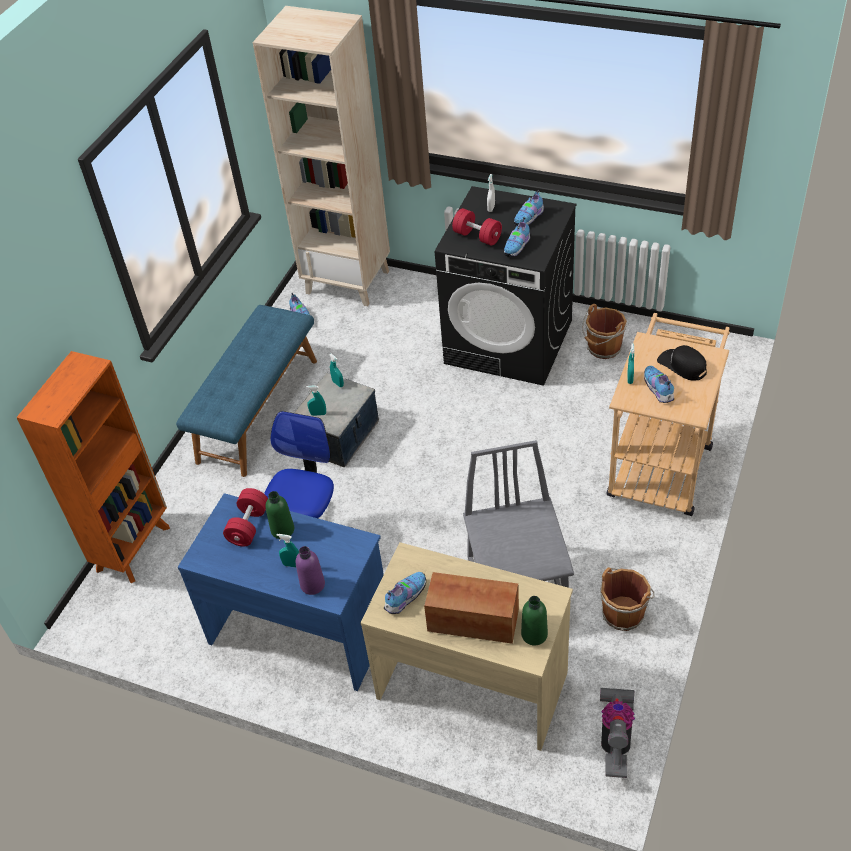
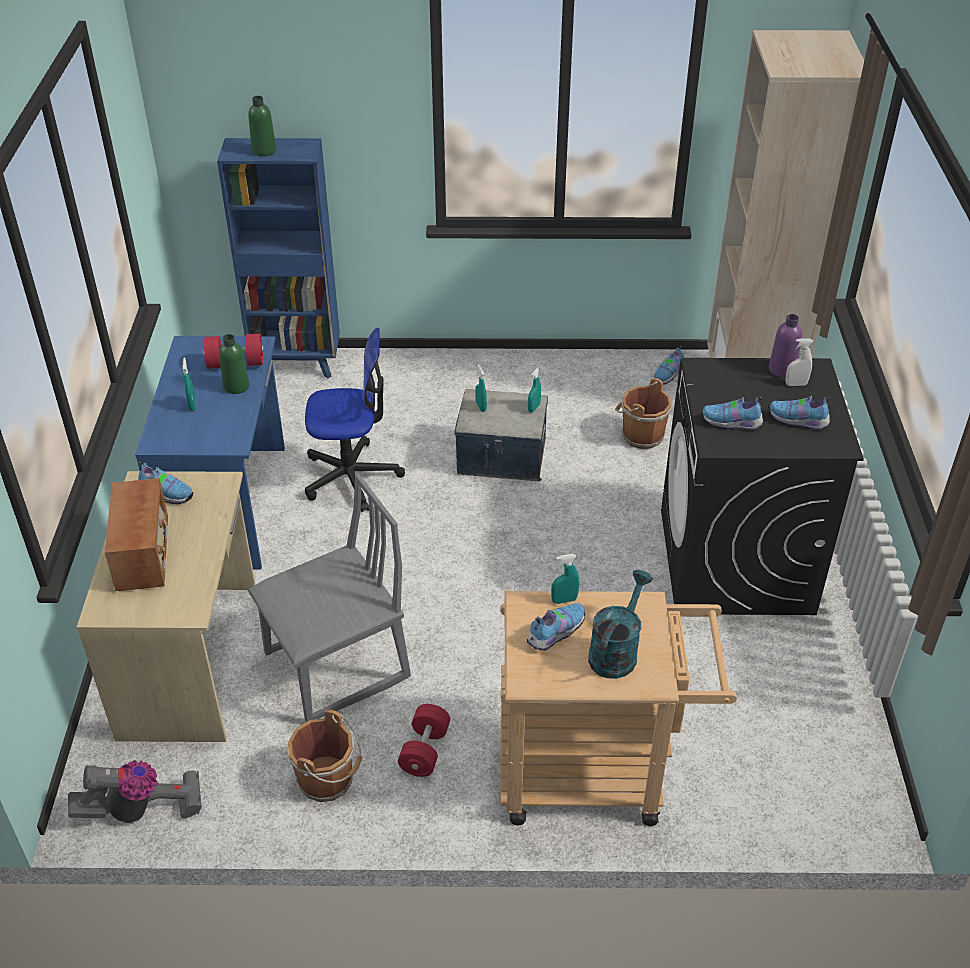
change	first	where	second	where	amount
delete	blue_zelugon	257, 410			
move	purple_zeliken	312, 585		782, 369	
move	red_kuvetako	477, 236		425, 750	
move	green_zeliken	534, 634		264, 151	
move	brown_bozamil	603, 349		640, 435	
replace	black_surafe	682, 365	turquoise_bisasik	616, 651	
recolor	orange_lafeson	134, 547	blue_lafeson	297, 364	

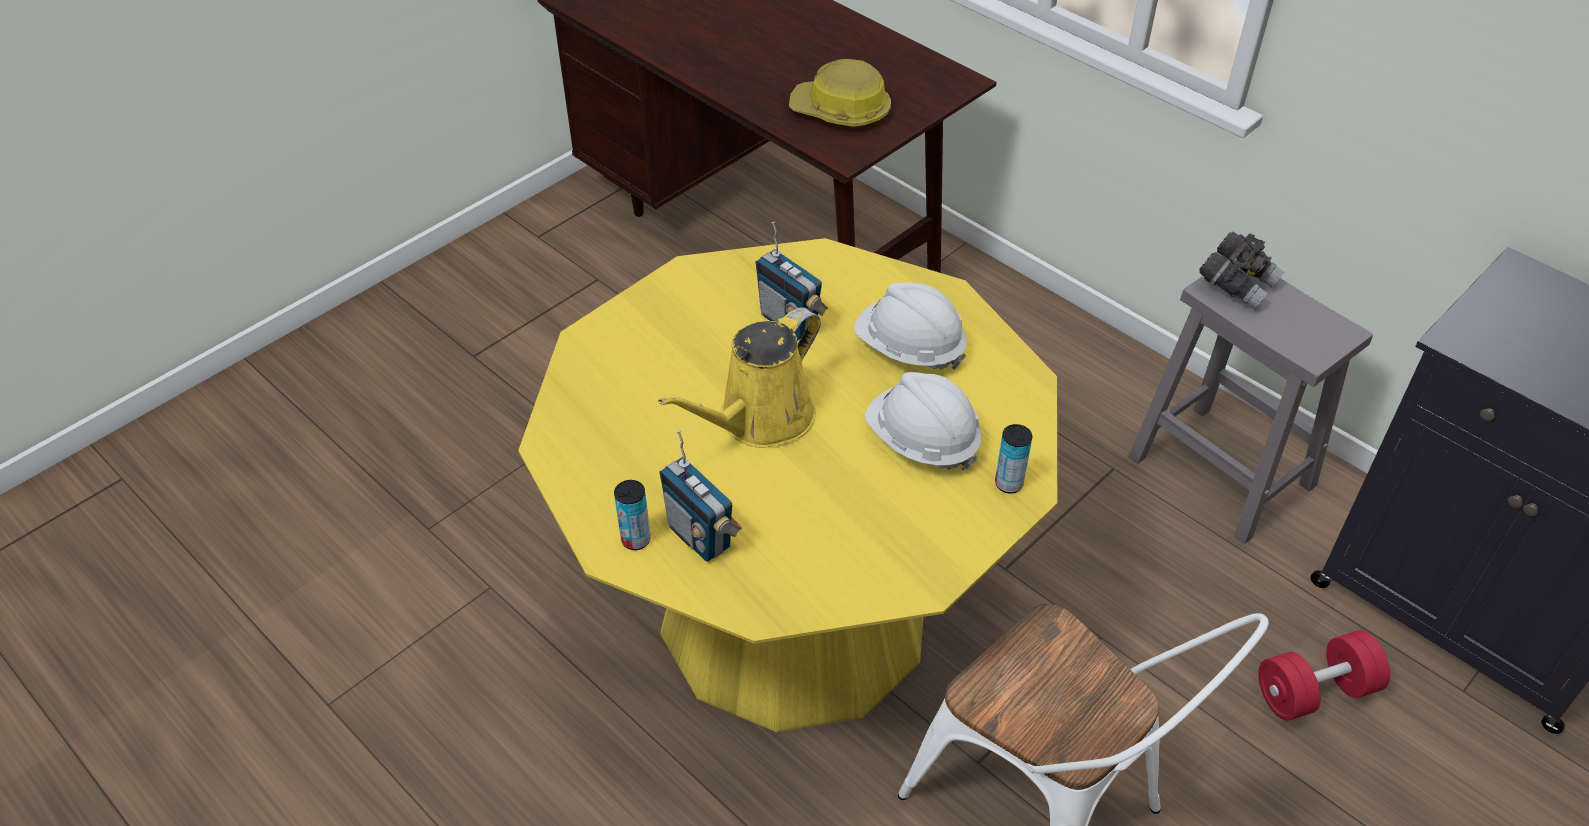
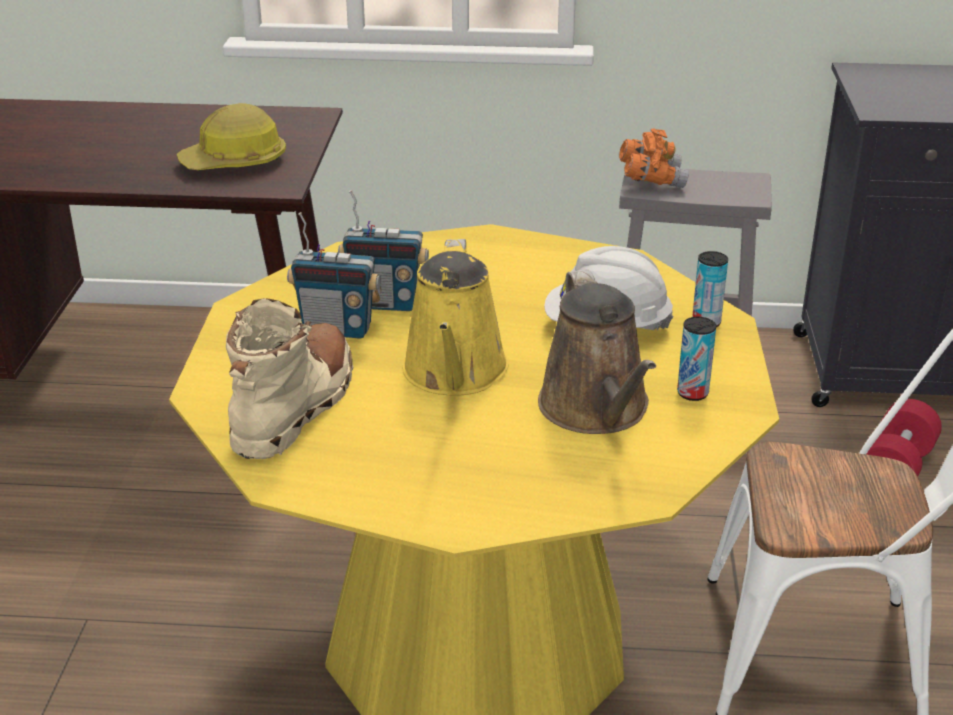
change	first	where	second	where	amount
delete	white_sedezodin	909, 349			
insert			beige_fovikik	295, 406	
insert			brown_bisasik	597, 410	
move	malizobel	636, 539		692, 393	
move	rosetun	700, 536		337, 329	
recolor	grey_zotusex	1237, 284	orange_zotusex	651, 179	

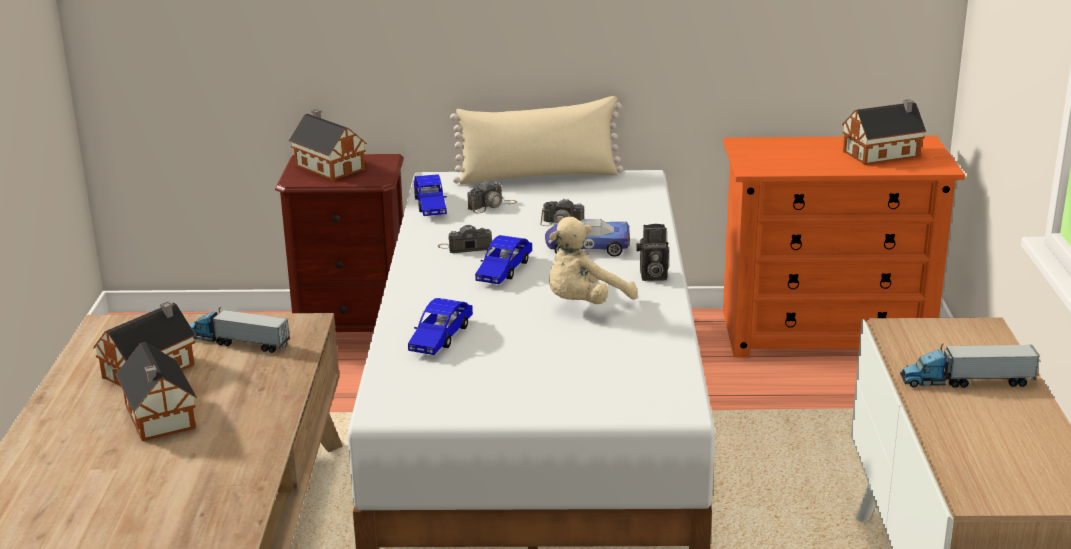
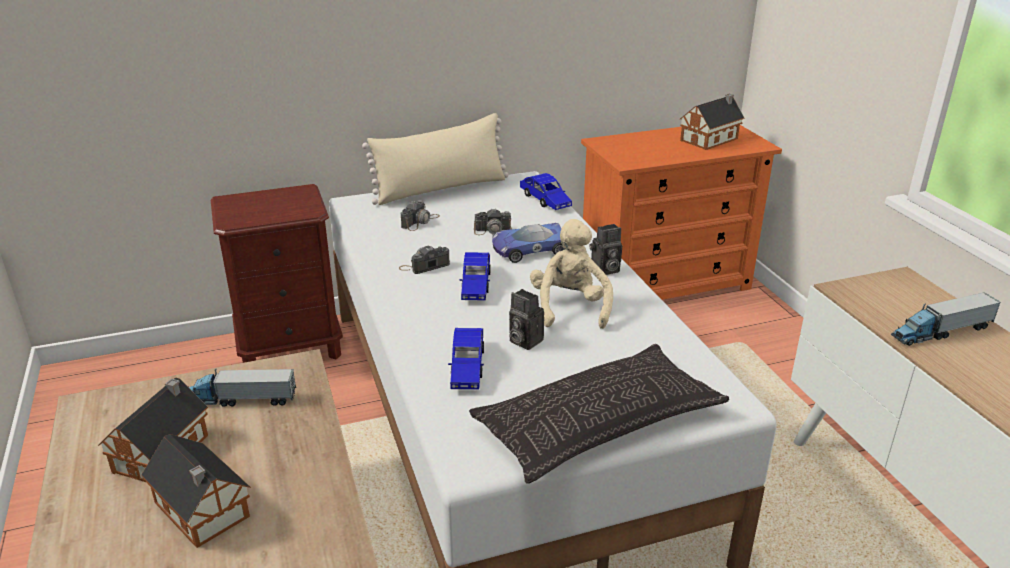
change	first	where	second	where	amount
delete	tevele	328, 167			
insert			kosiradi	598, 422	
insert			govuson	523, 340	
move	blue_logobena	430, 205		545, 200	
rotate	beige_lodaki	584, 304		570, 307	150 degrees clockwise

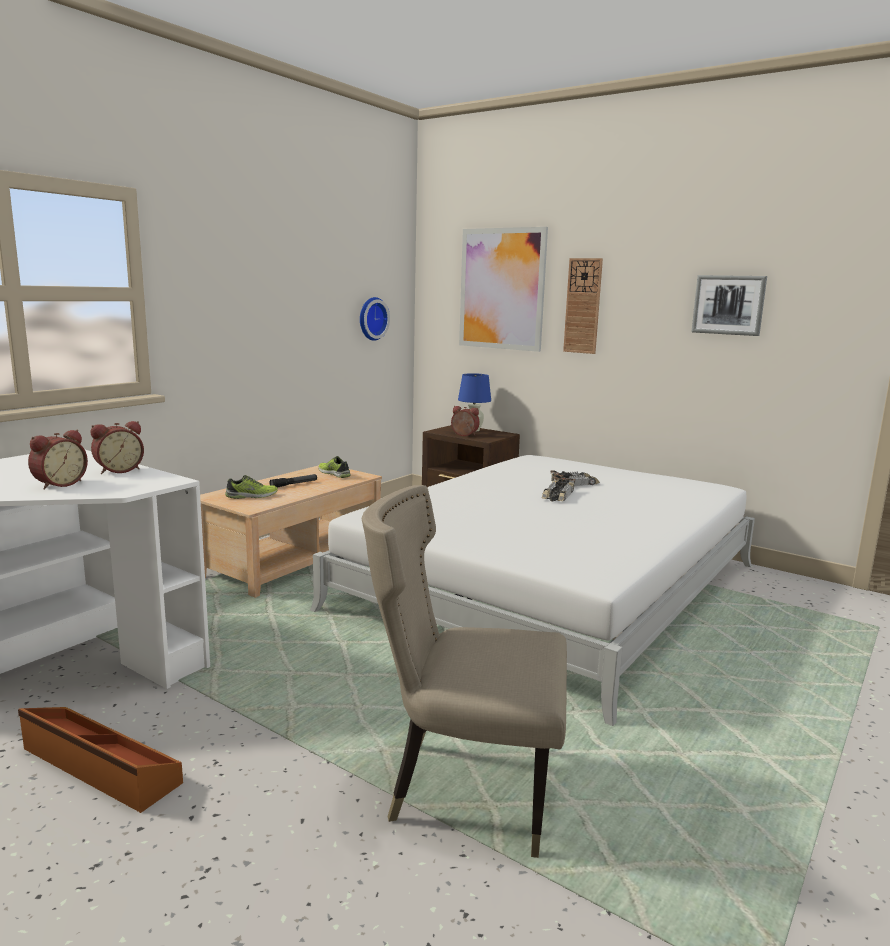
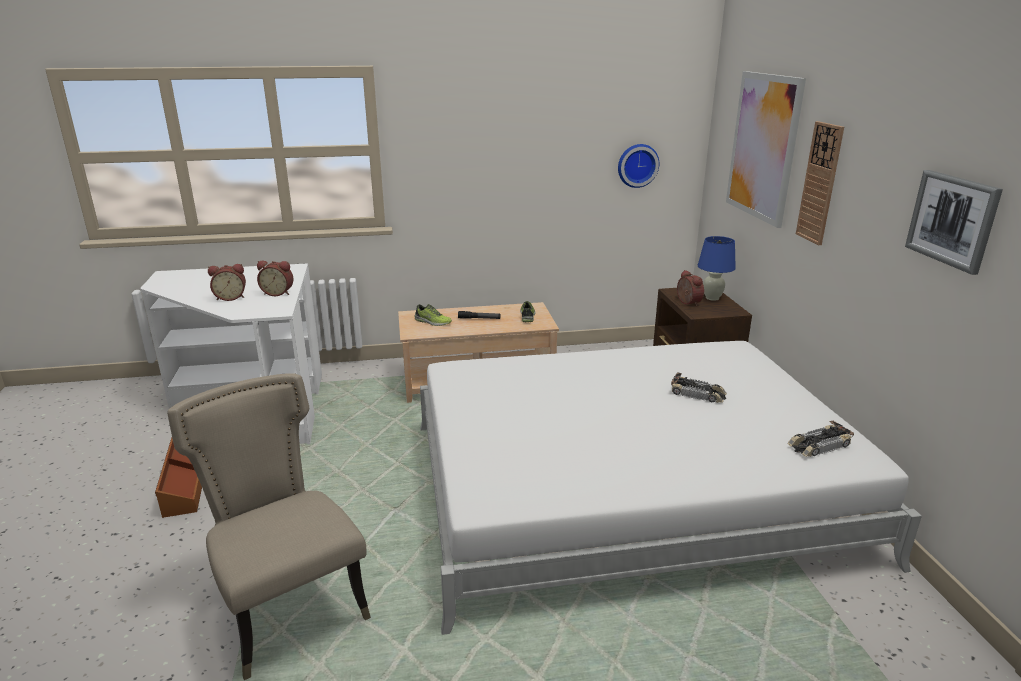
change	first	where	second	where	amount
move	logobena	557, 495		818, 445	

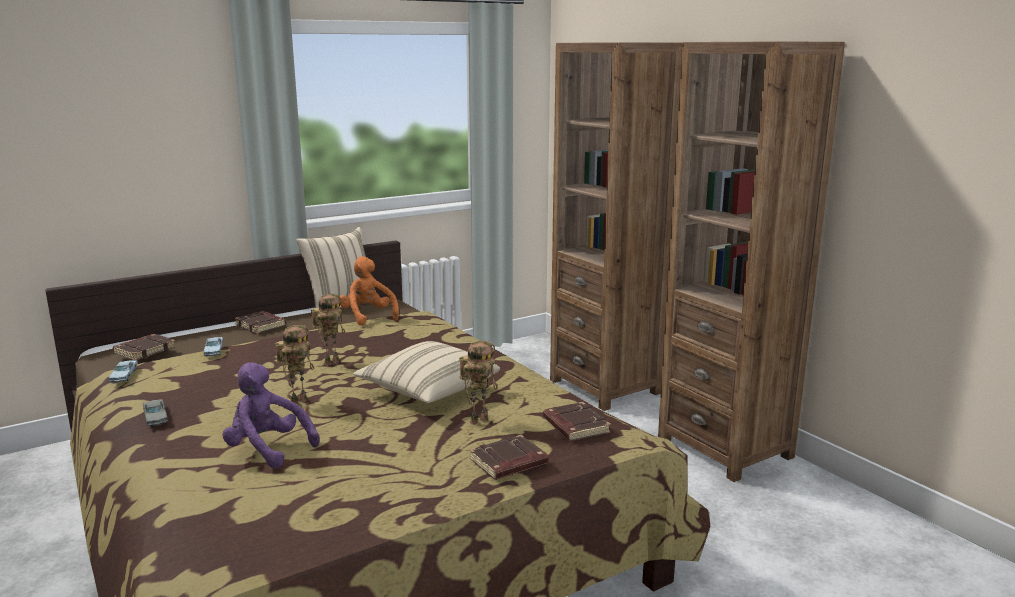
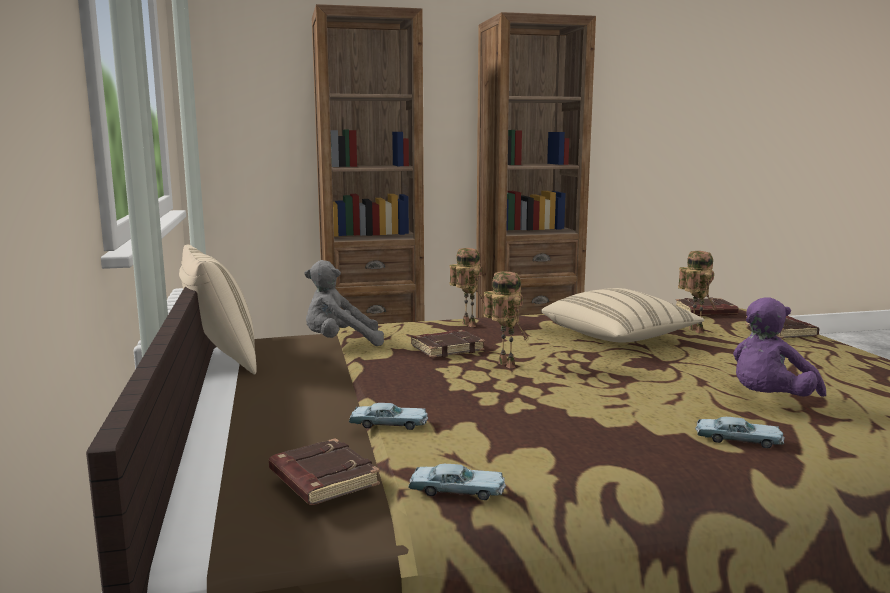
change	first	where	second	where	amount
delete	grey_logobena	155, 417			
insert			blue_logobena	738, 440	
move	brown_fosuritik	261, 326		447, 348	
move	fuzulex	298, 401		466, 325	
recolor	orange_lodaki	368, 317	grey_lodaki	340, 343	

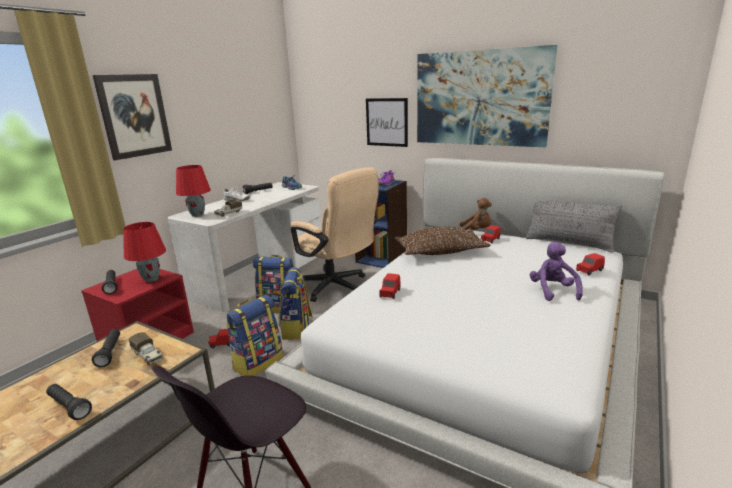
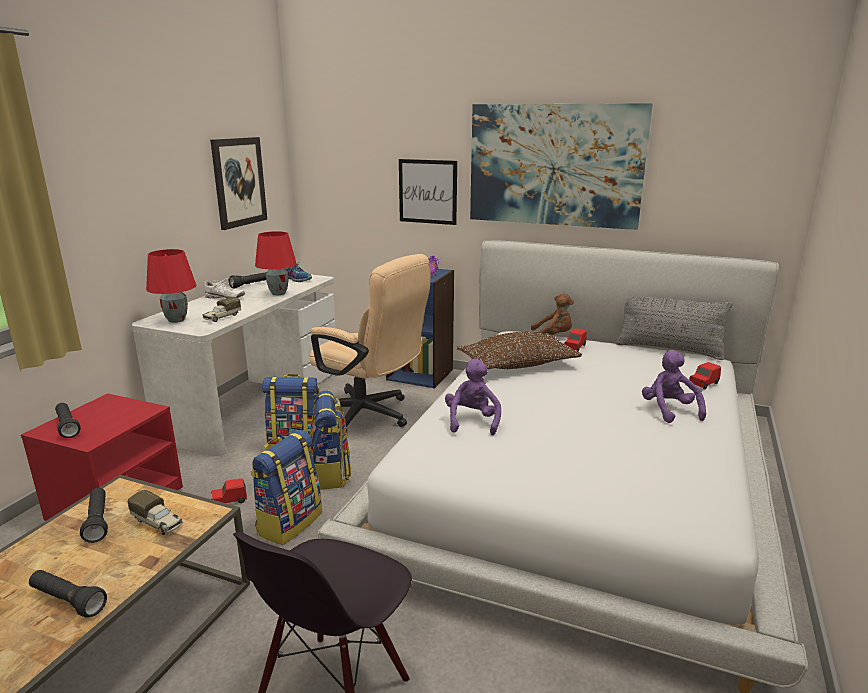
change	first	where	second	where	amount
move	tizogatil	134, 116		239, 182	
move	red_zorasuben	151, 279		278, 293	
replace	red_logobena	390, 293	purple_lodaki	472, 421	

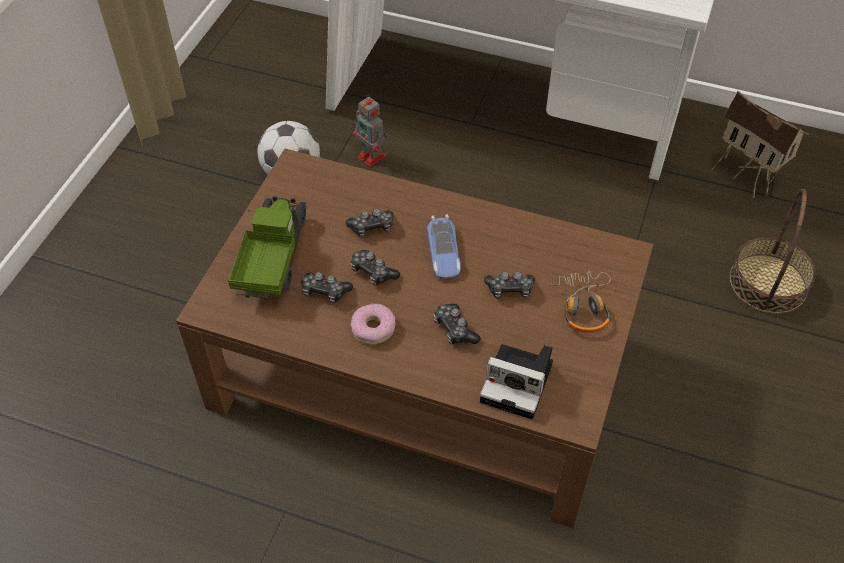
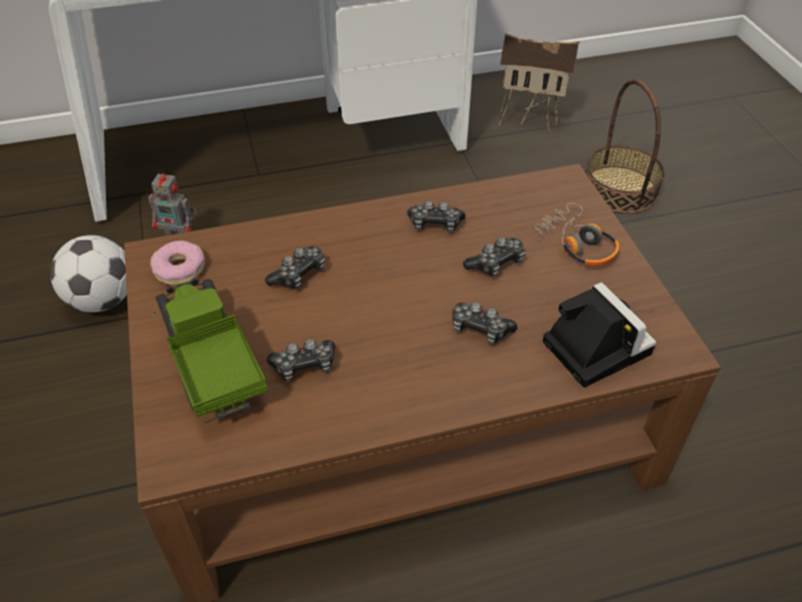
change	first	where	second	where	amount
delete	logobena	443, 253			
move	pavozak	373, 272		435, 224	
move	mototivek	373, 328		179, 269	
rotate	govuson	519, 383		592, 345	105 degrees counterclockwise

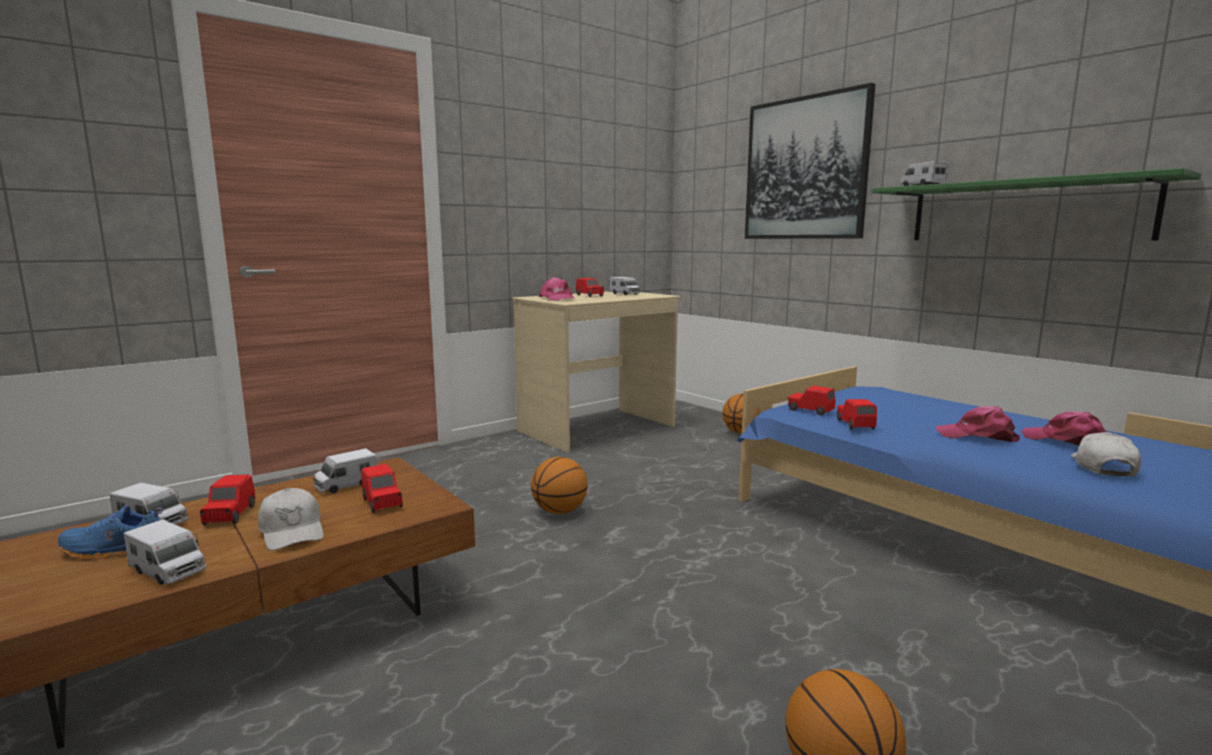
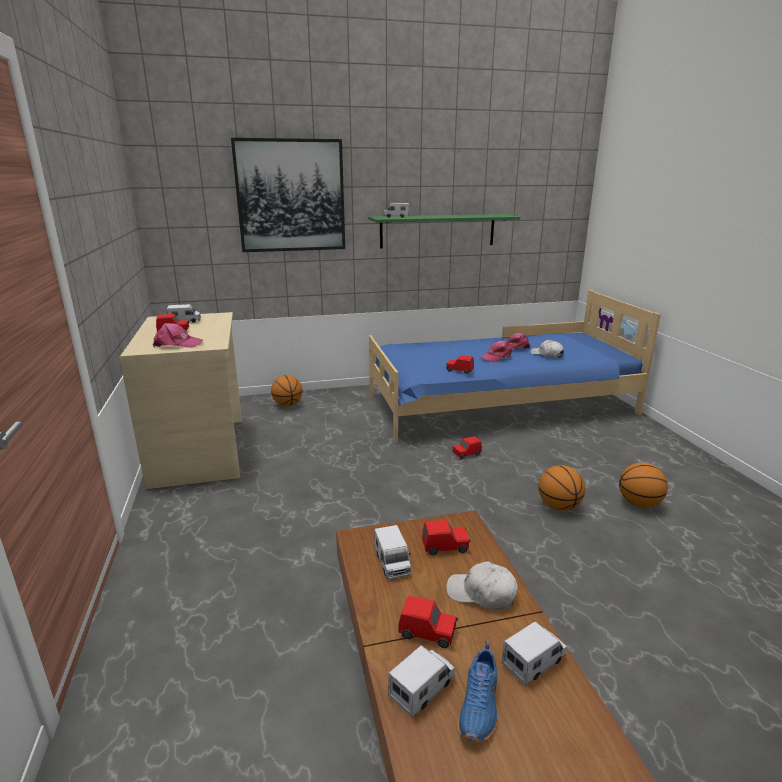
change	first	where	second	where	amount
move	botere	559, 511		558, 506	
move	red_logobena	810, 410		466, 454	
rotate	white_surafe	292, 531		482, 594	150 degrees counterclockwise

